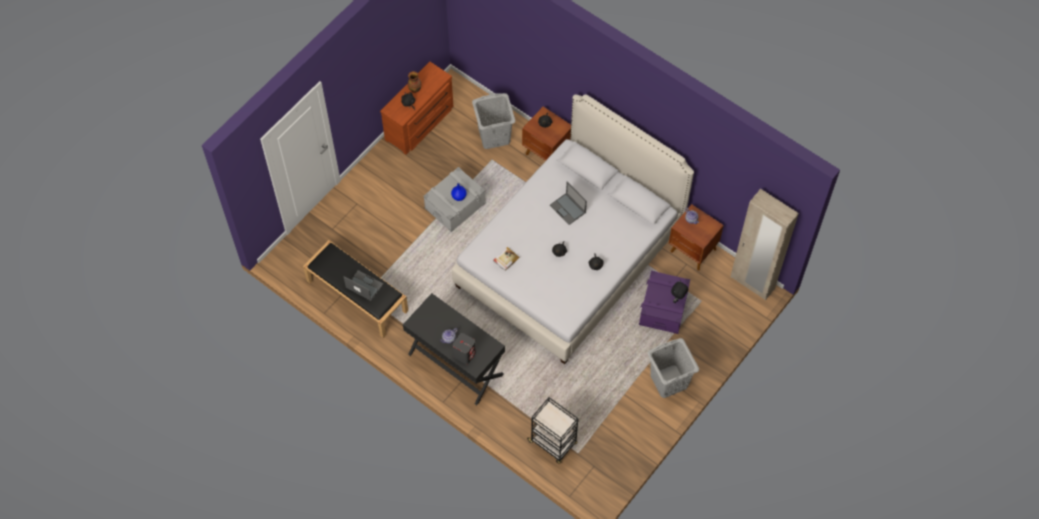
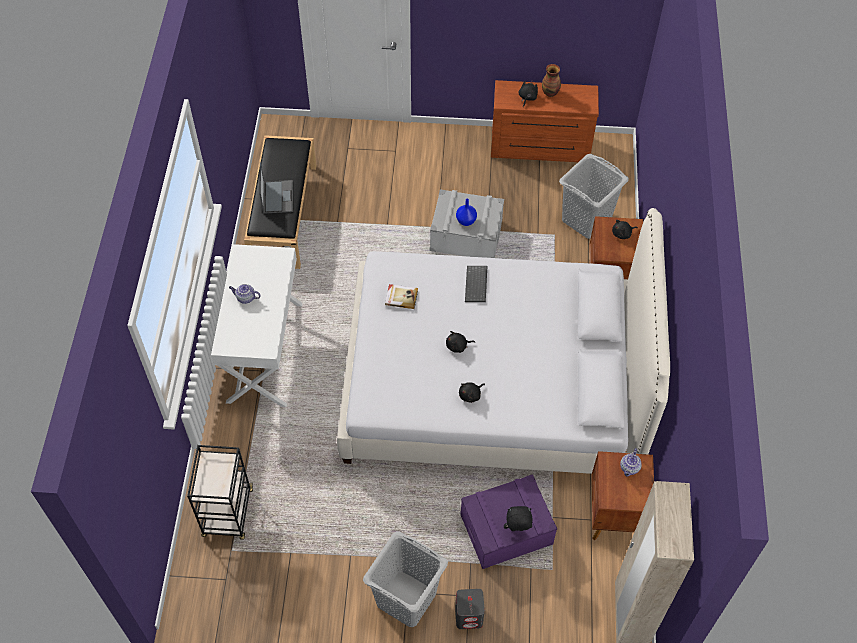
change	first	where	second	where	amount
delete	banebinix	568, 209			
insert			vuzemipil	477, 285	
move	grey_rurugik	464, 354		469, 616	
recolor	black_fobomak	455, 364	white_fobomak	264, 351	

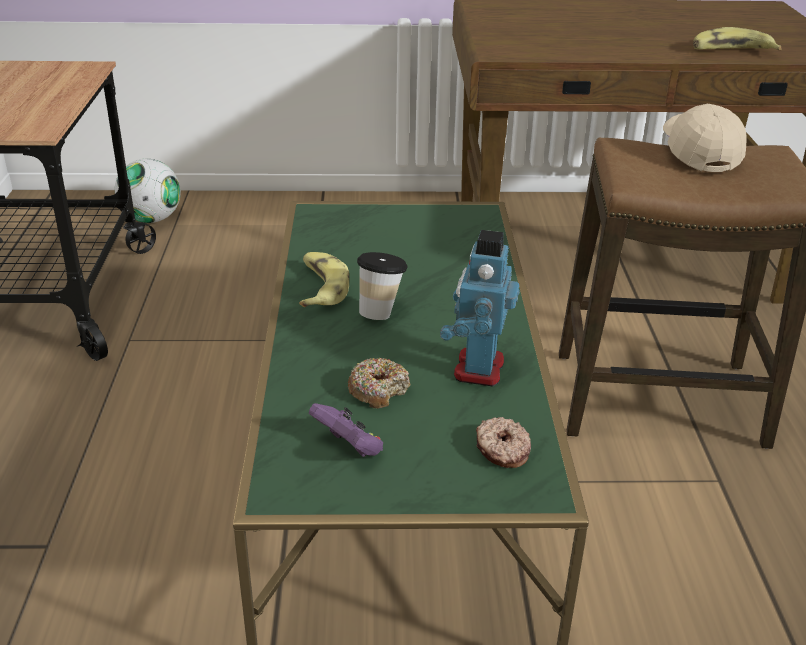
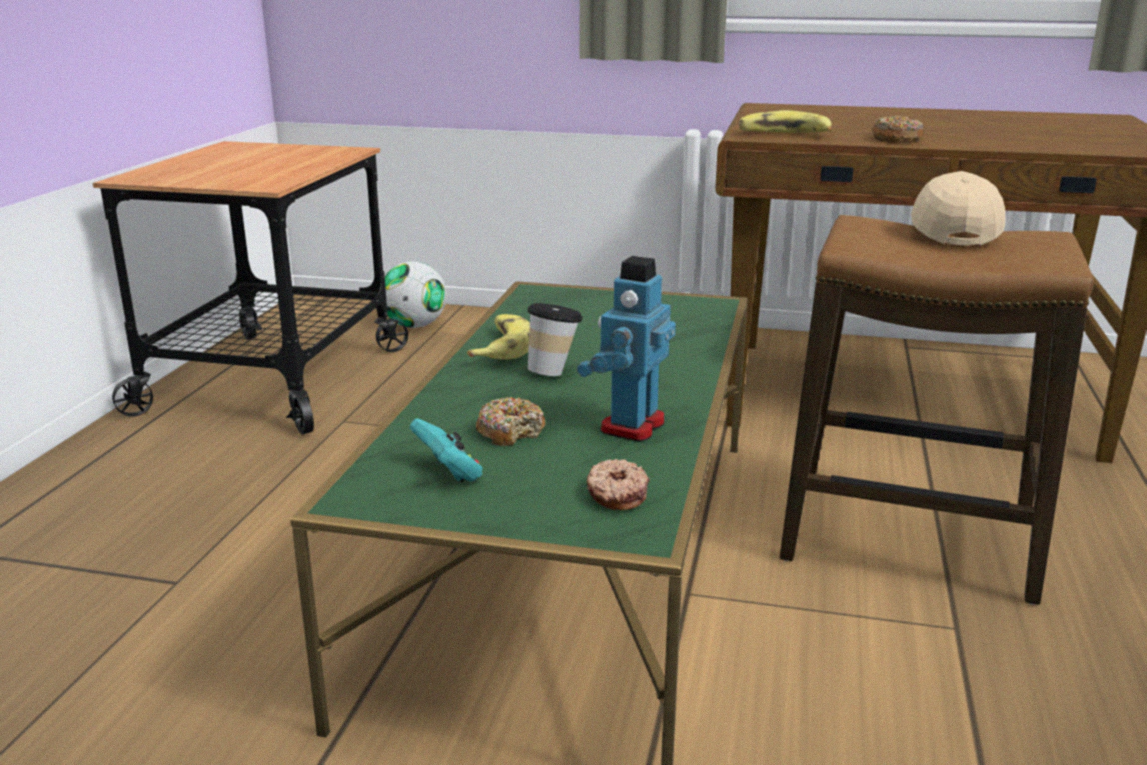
change	first	where	second	where	amount
insert			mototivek	896, 139	
move	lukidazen	731, 52		784, 135	
recolor	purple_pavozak	349, 447	turquoise_pavozak	449, 473	

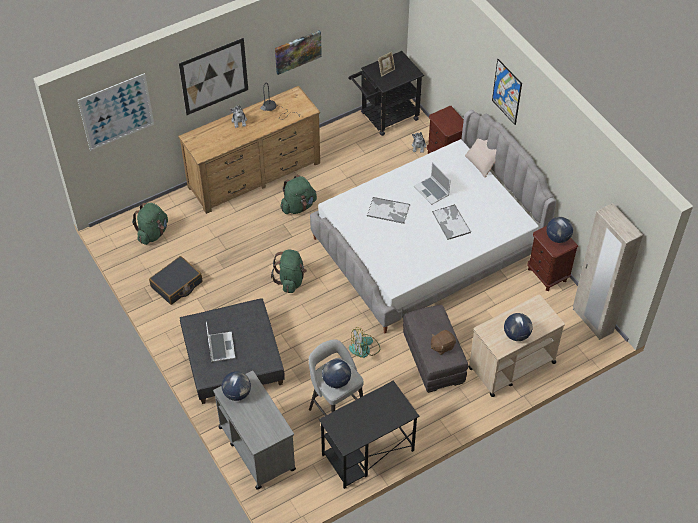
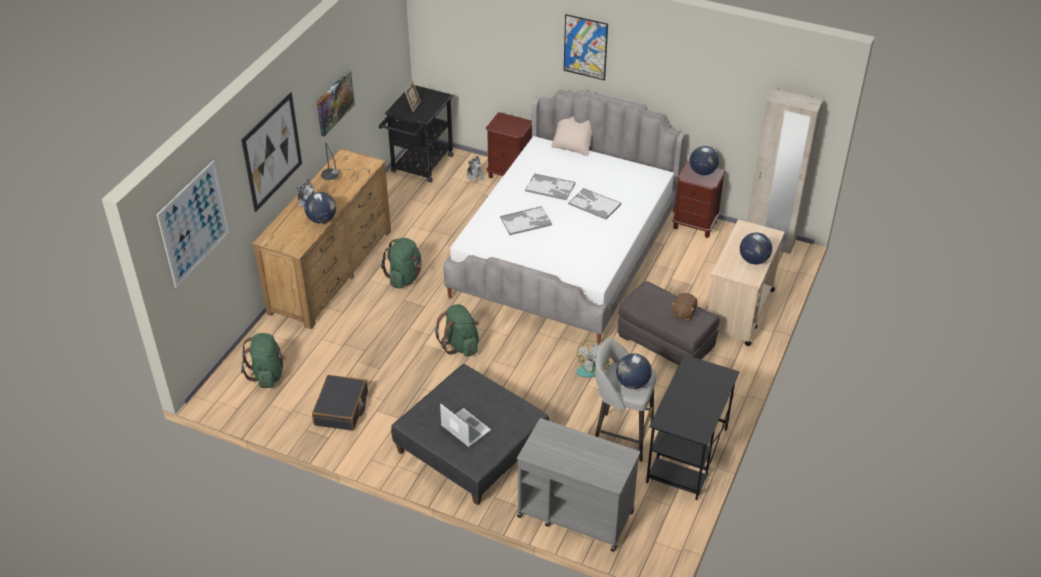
change	first	where	second	where	amount
move	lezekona	237, 393		322, 219	
replace	banebinix	432, 191	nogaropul	550, 187	

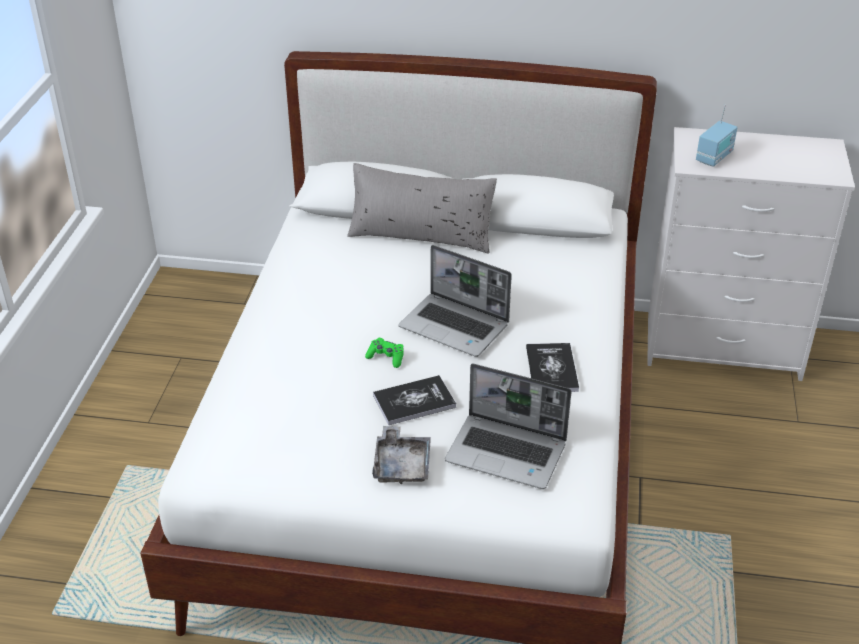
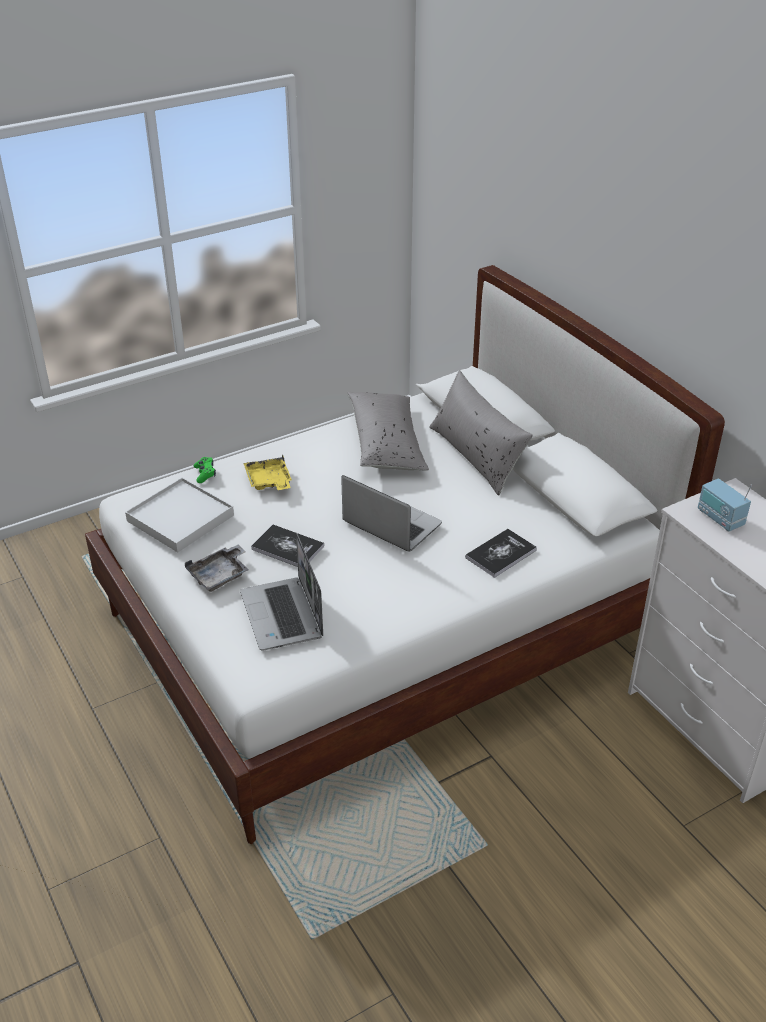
change	first	where	second	where	amount
insert			white_nogaropul	180, 518	
insert			yellow_nogaropul	269, 481	
insert			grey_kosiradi	386, 443	
move	green_pavozak	386, 357		205, 474	
move	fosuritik	551, 369		501, 554	
rotate	banebinix	455, 326		390, 524	135 degrees clockwise
rotate	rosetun	714, 157		720, 518	60 degrees clockwise

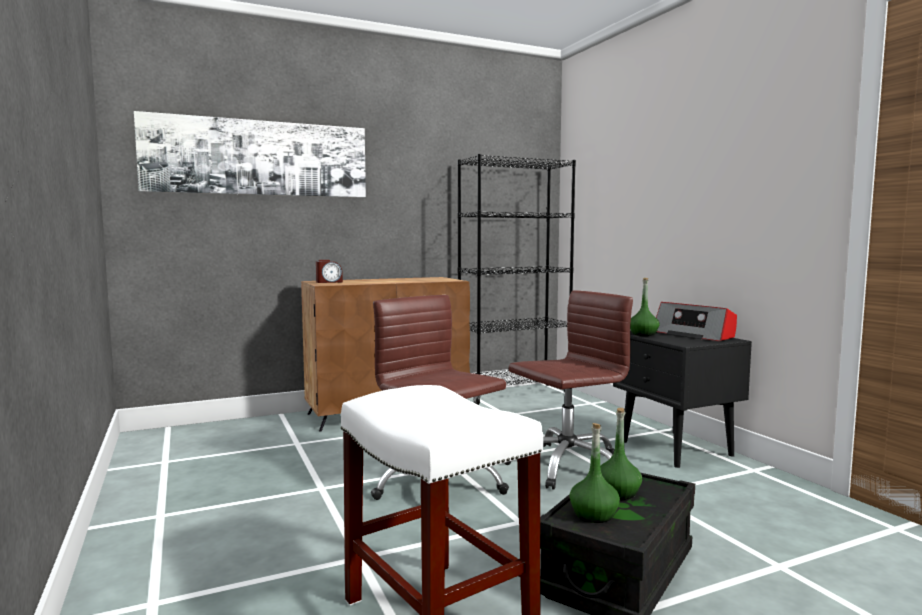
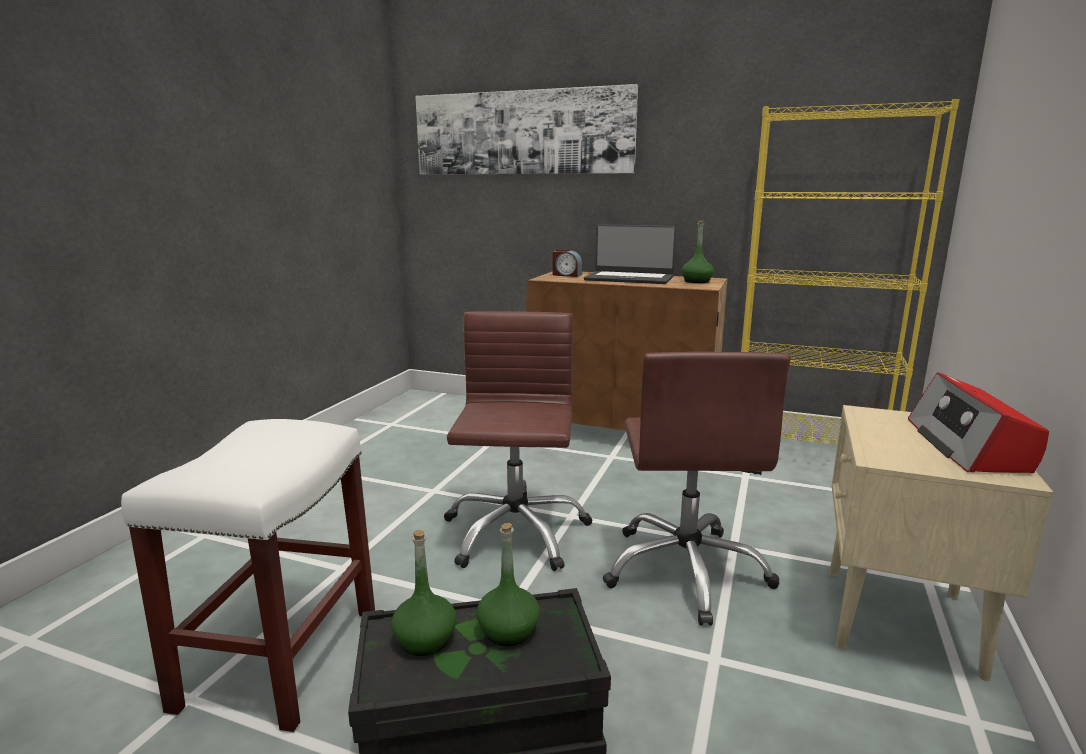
change	first	where	second	where	amount
insert			banebinix	629, 278	
move	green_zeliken	643, 334		696, 281	
recolor	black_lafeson	514, 394	yellow_lafeson	809, 452	
recolor	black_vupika	676, 449	beige_vupika	898, 621	
rotate	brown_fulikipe	566, 465		686, 570	75 degrees clockwise

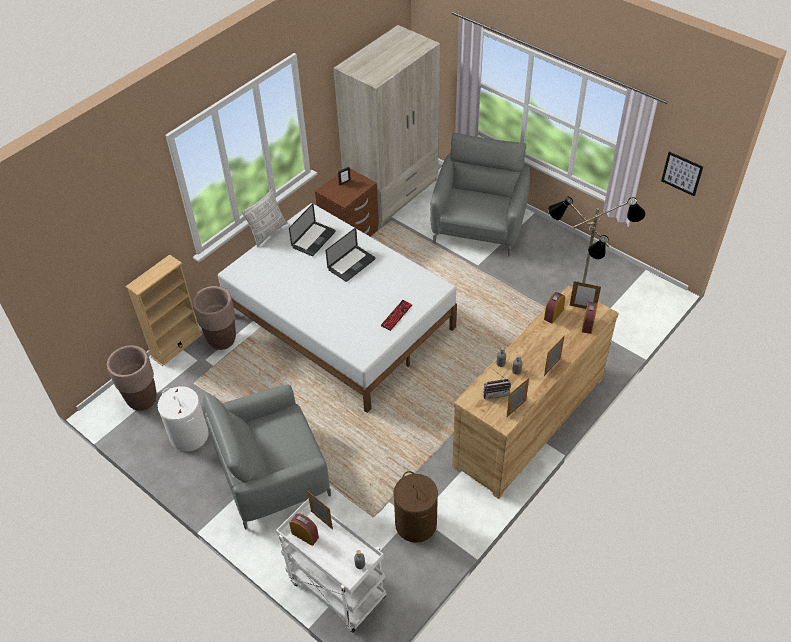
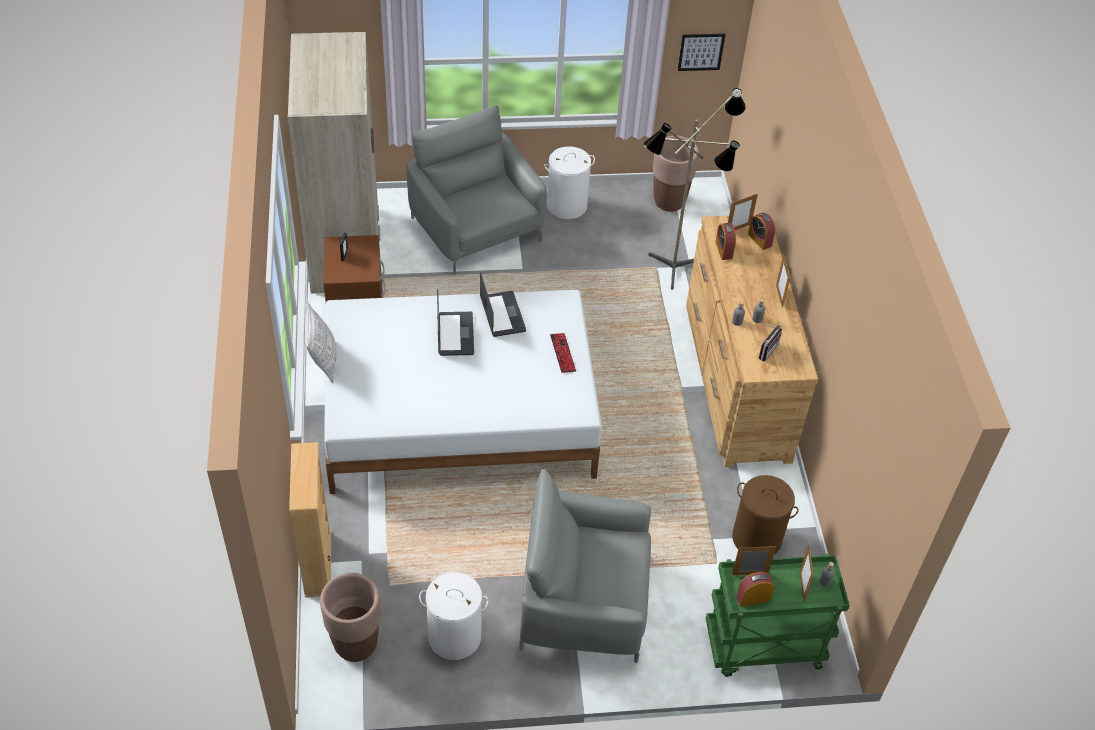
change	first	where	second	where	amount
insert			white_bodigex	567, 205	
move	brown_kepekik	222, 340		669, 202	
move	banebinix	313, 239		502, 314	
move	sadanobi	516, 409		801, 586	
recolor	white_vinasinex	335, 589	green_vinasinex	763, 648	
rotate	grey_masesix	273, 474		583, 602	75 degrees clockwise

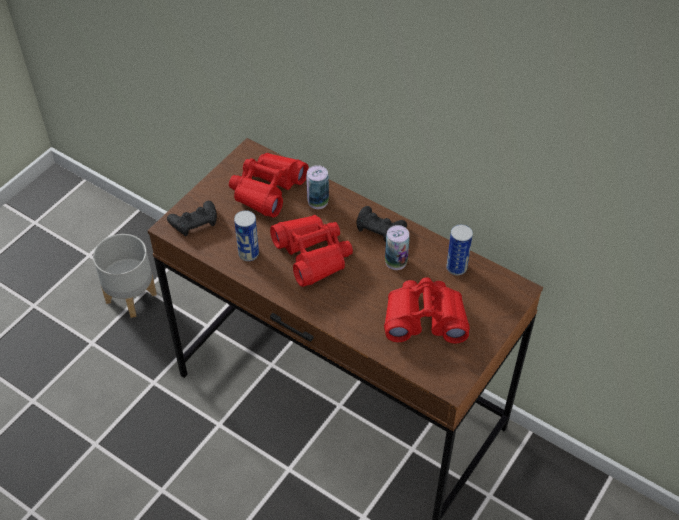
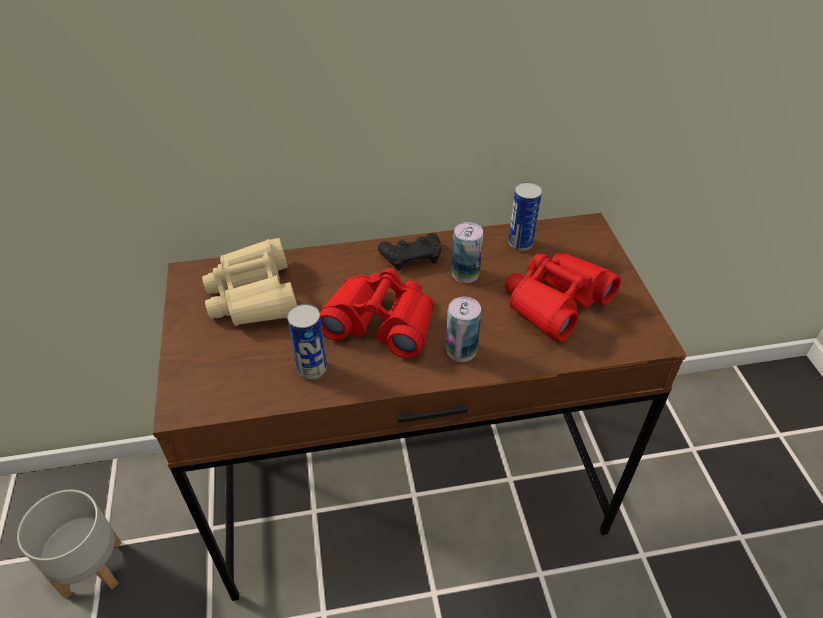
change	first	where	second	where	amount
delete	black_pavozak	194, 222			
move	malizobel	318, 201		461, 350	
recolor	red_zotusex	267, 189	beige_zotusex	253, 295	

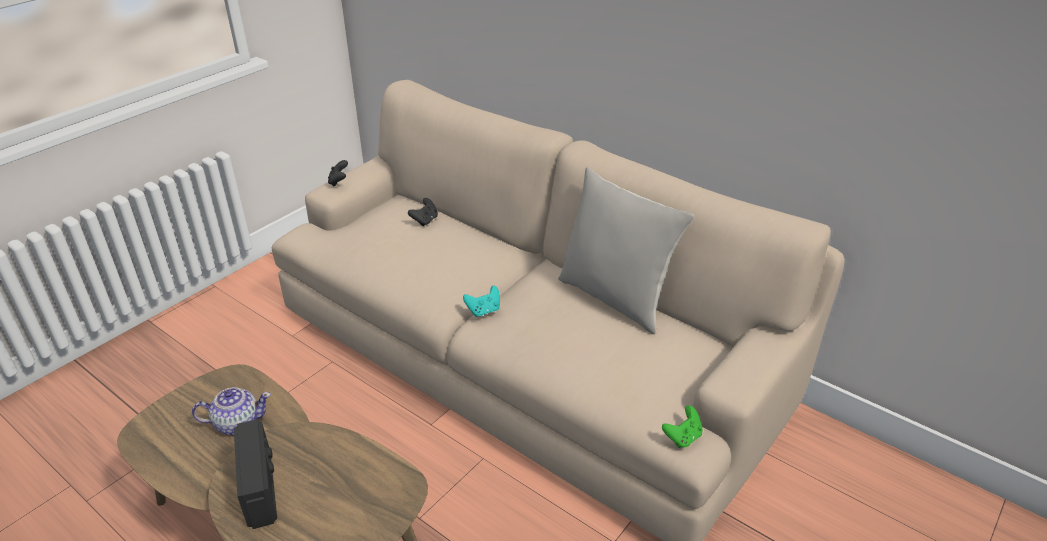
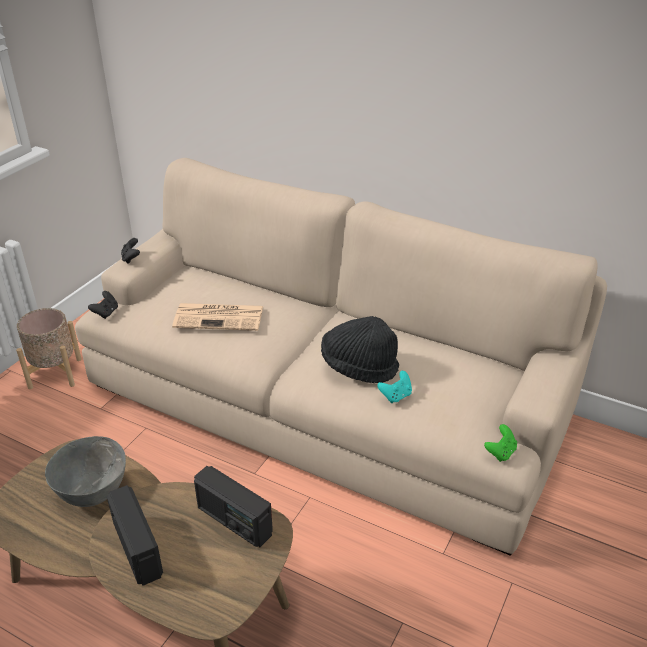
change	first	where	second	where	amount
delete	grey_kosiradi	615, 298			
insert			beige_kepekik	55, 373	
insert			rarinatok	220, 317	
insert			rosetun	234, 521	
insert			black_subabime	359, 367	
move	black_pavozak	425, 221		106, 313	
move	turquoise_pavozak	483, 311		396, 396	
replace	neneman	237, 423	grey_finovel	92, 493	

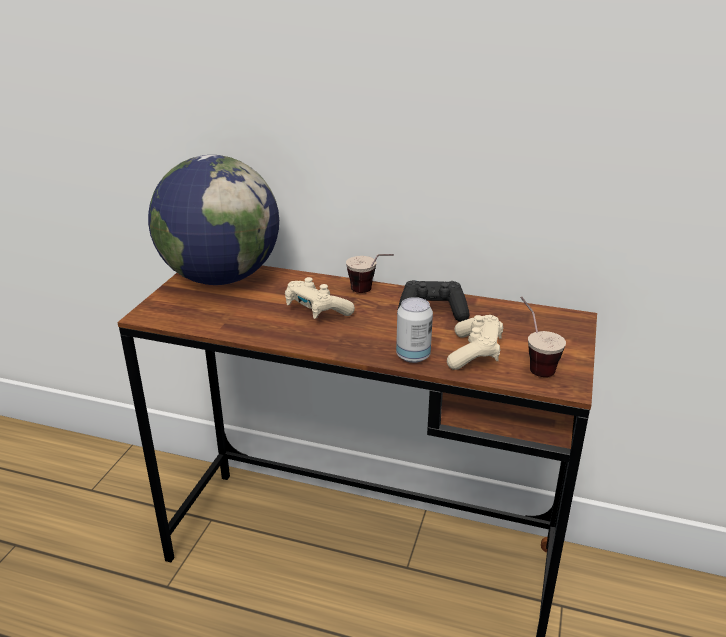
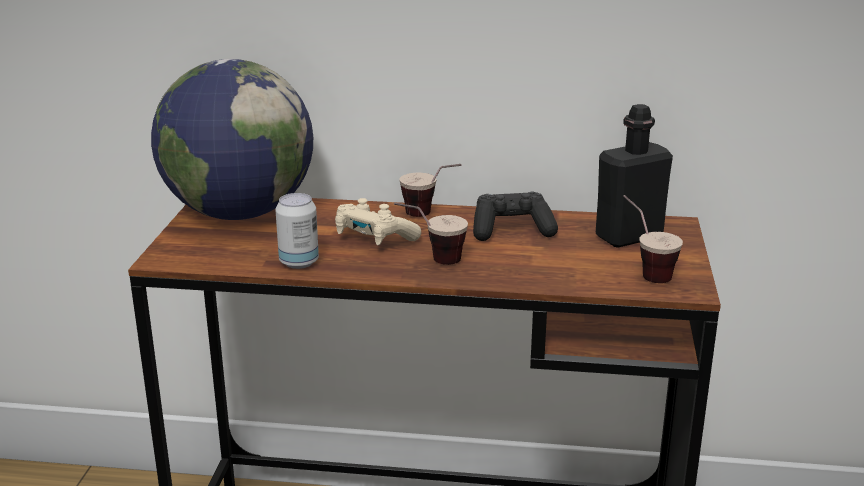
change	first	where	second	where	amount
delete	beige_pavozak	474, 353			
insert			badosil	431, 261	
insert			black_zeliken	628, 237	
move	malizobel	413, 356		299, 262	

